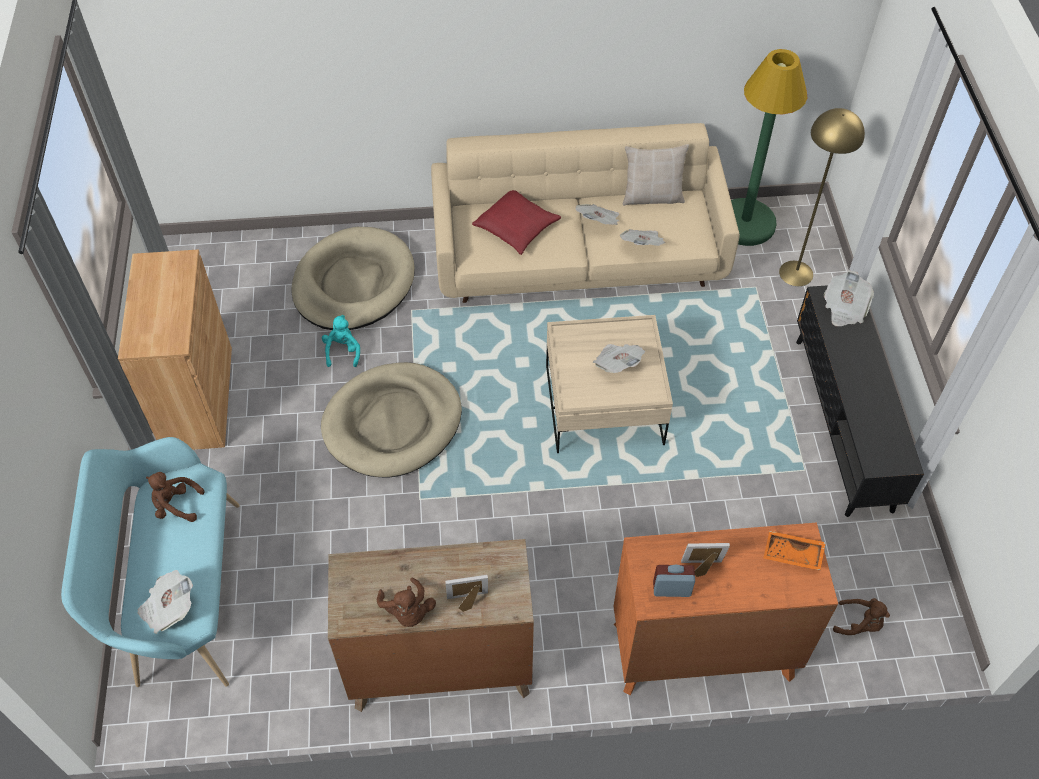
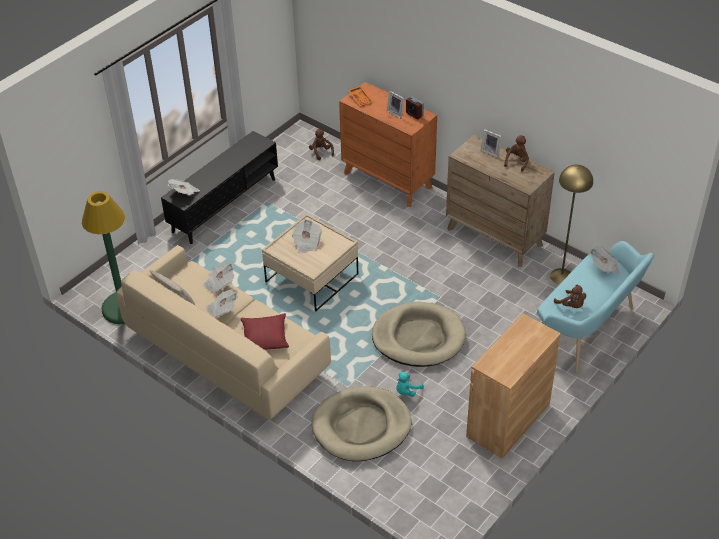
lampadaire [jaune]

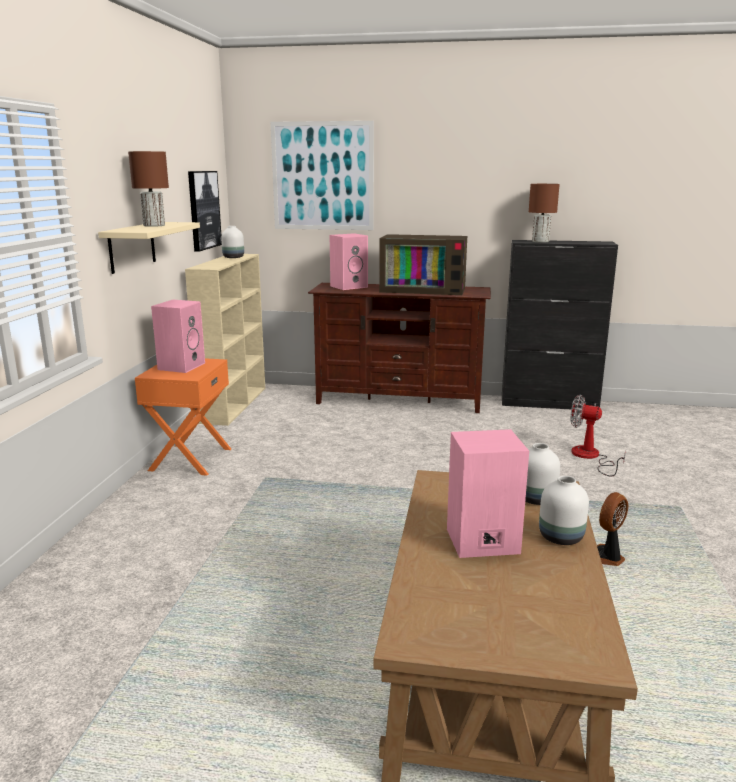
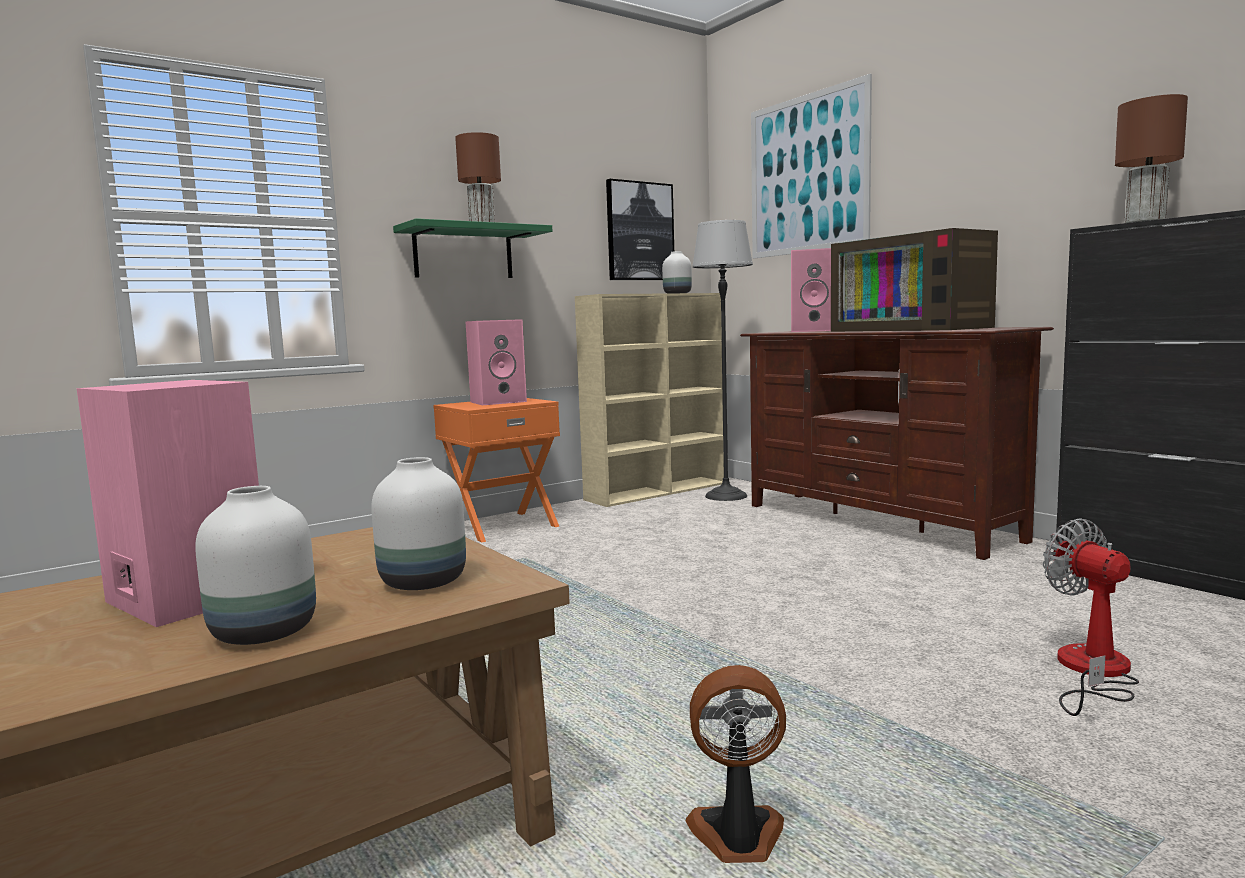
étagère [vert]; lampadaire

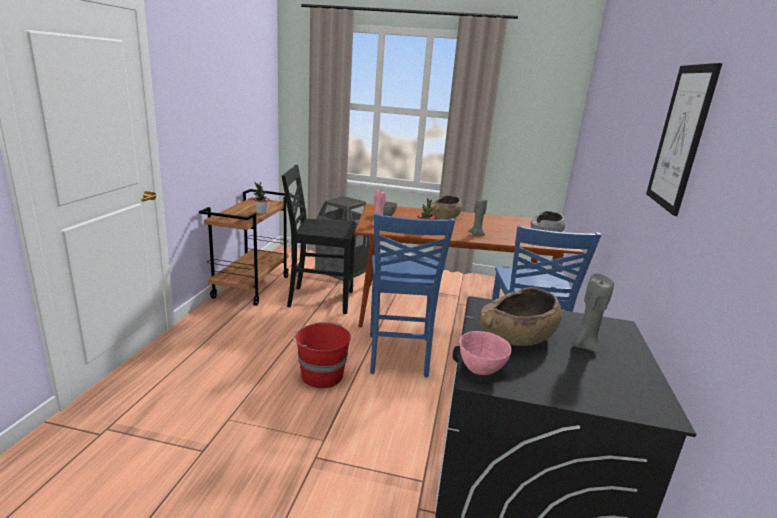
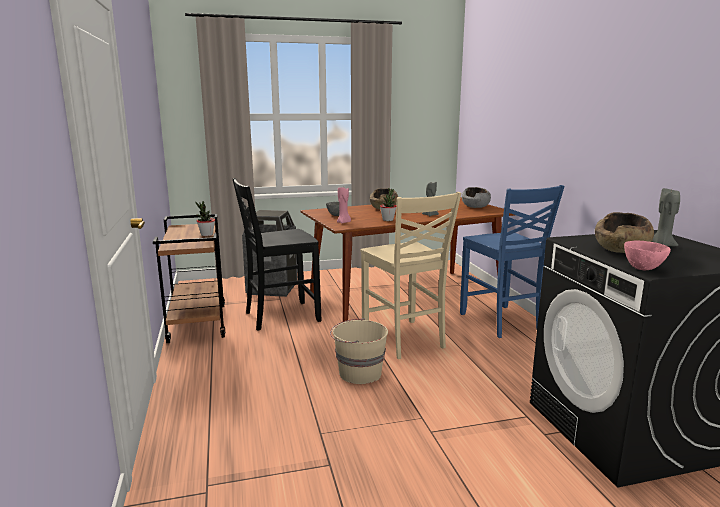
seau [beige]; chaise [beige]; tableau

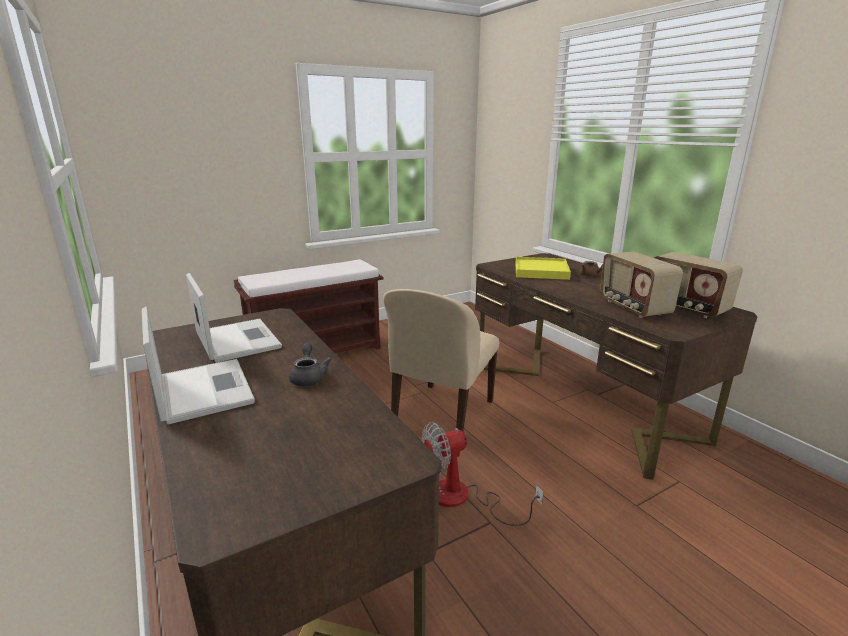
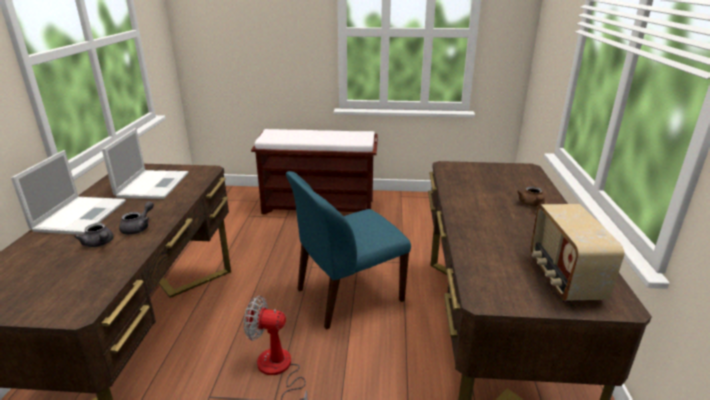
théière [gris] (1st from left); chaise [bleu]; plateau [jaune]; radio (1st from left in the first image)

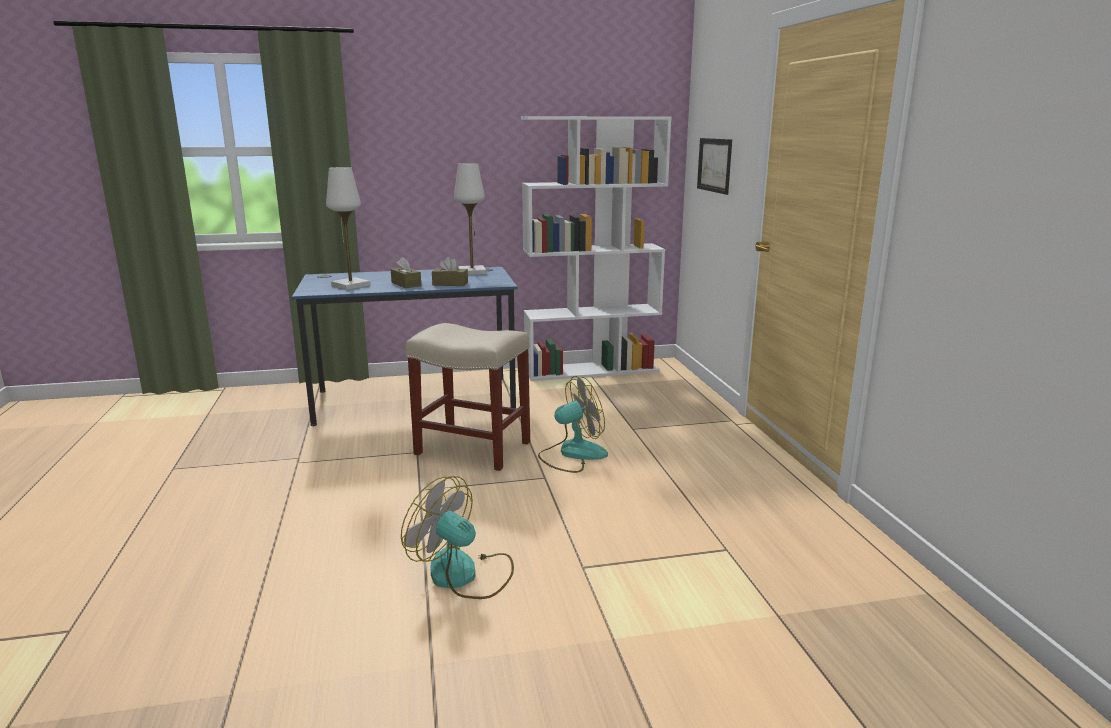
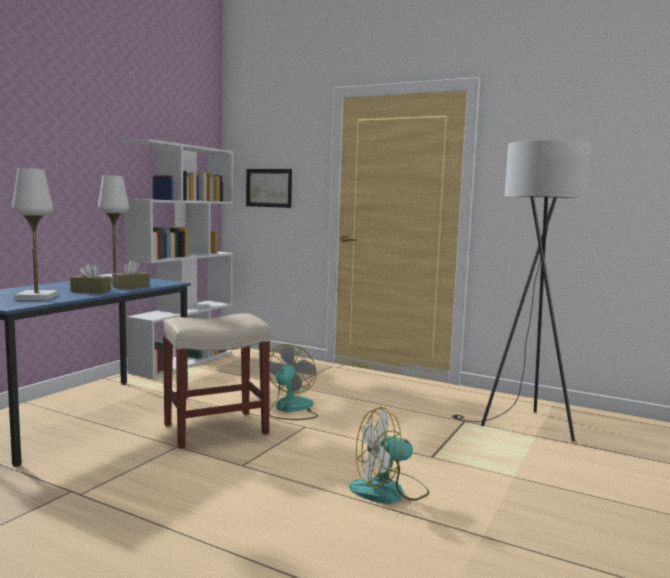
lampadaire [gris]

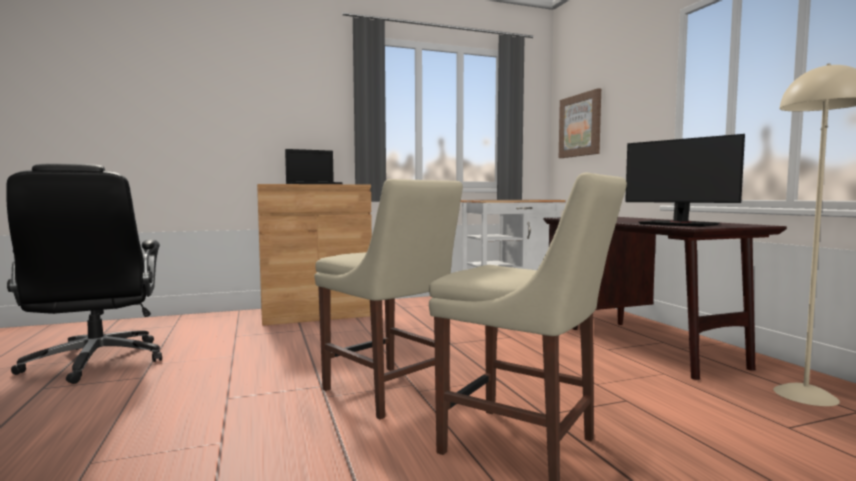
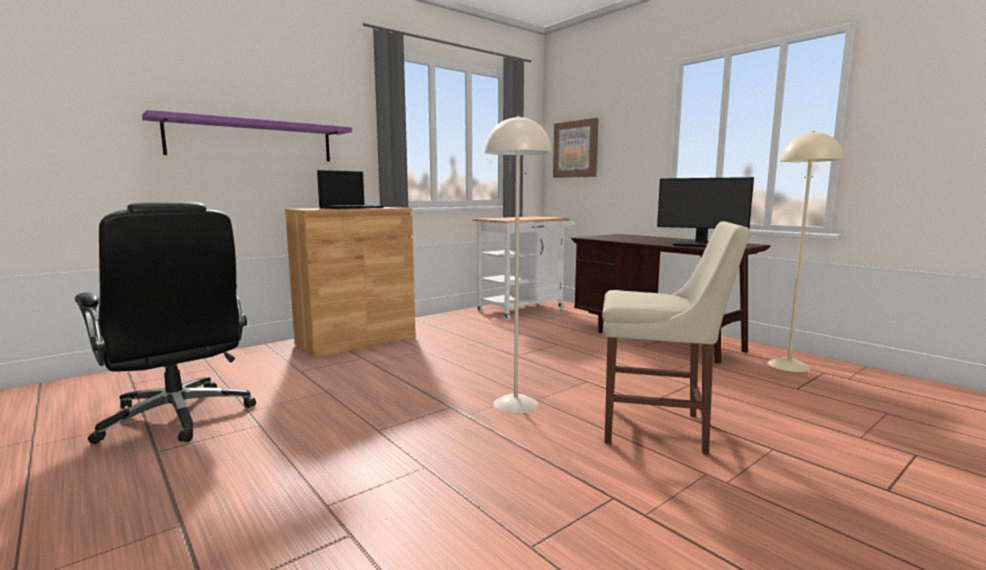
étagère [violet]; lampadaire [beige] (1st from left)

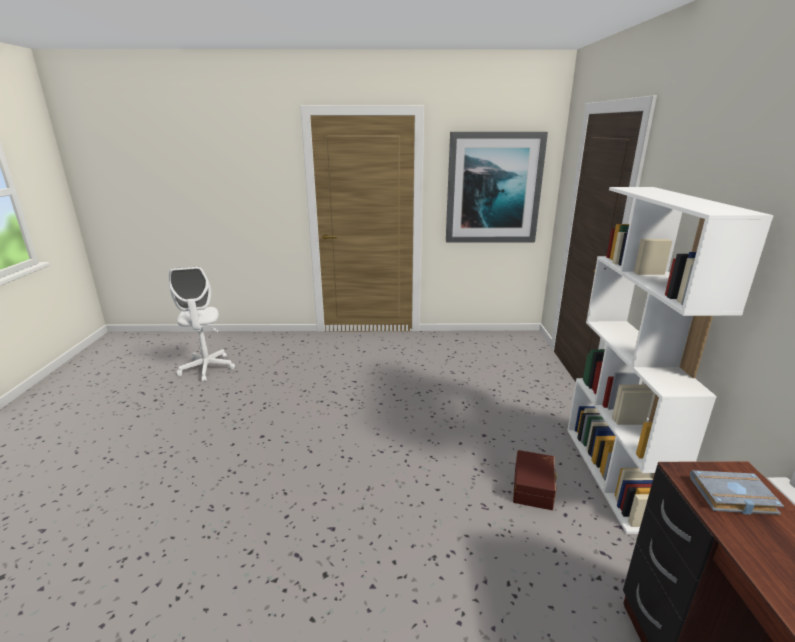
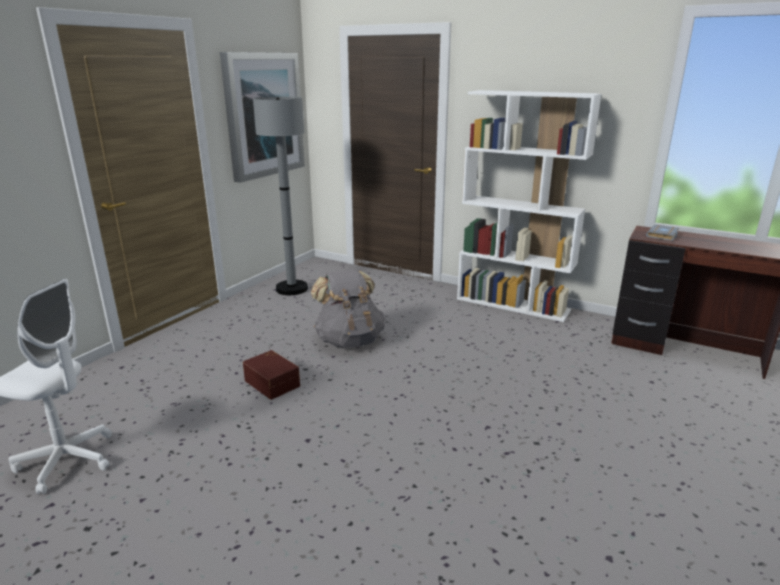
boîte de rangement [marron]; lampadaire [gris]; sac à dos [gris]

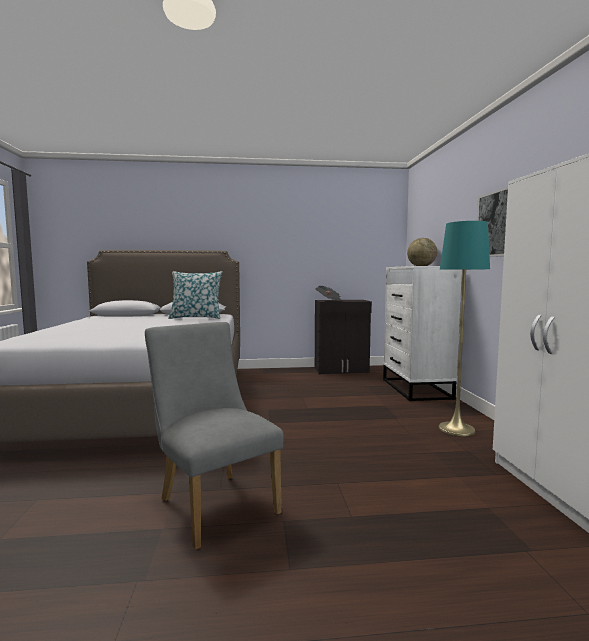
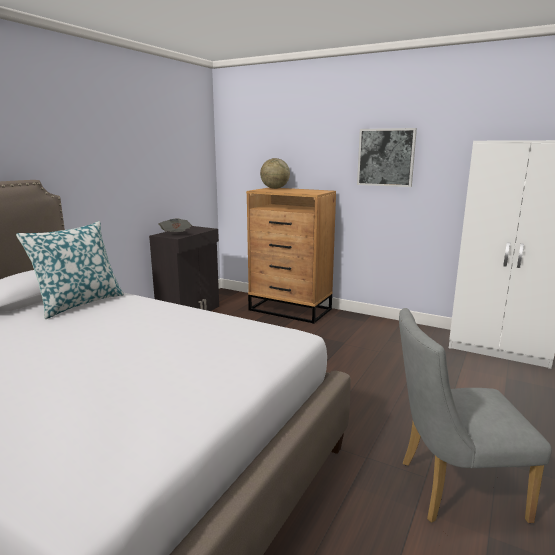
commode [marron]; lampadaire [turquoise]

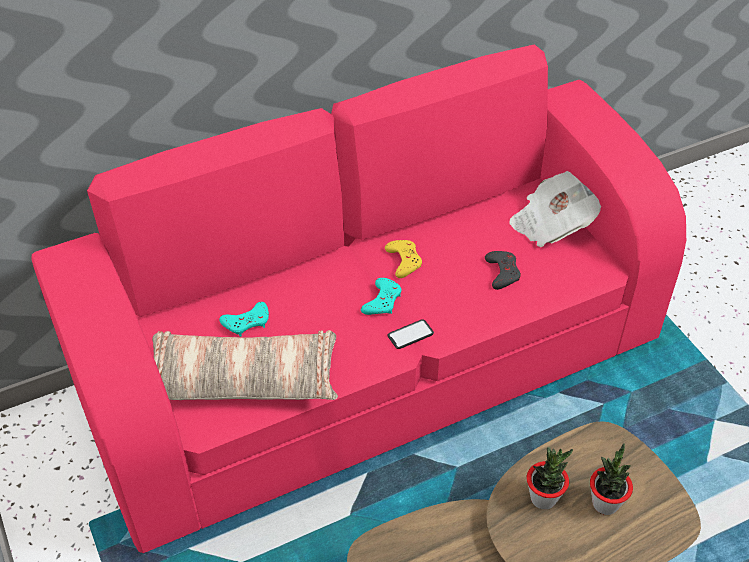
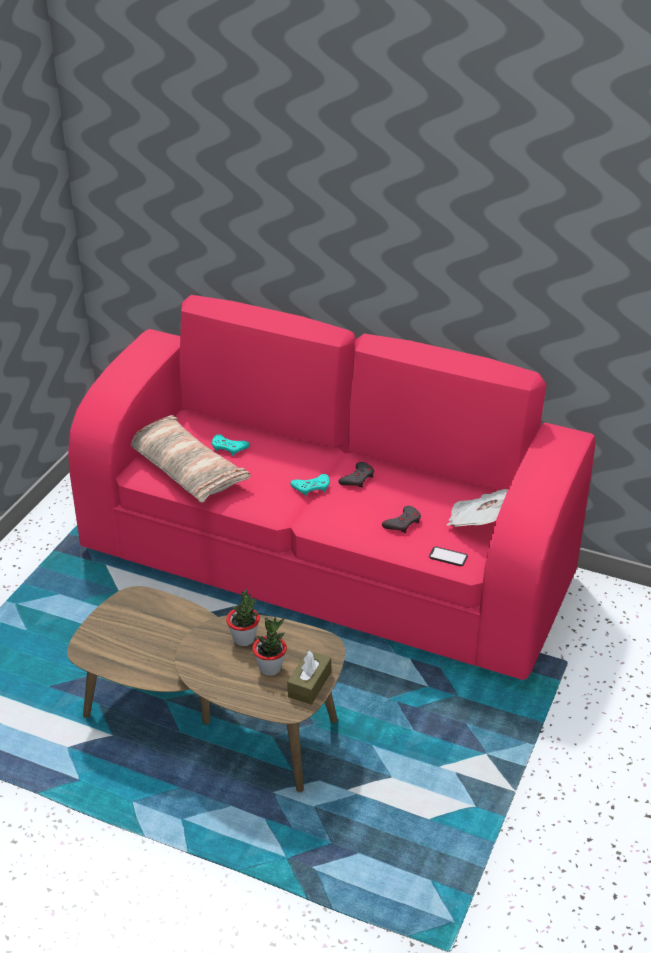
boîte à mouchoirs [marron]; manette [gris] (1st from left); téléphone

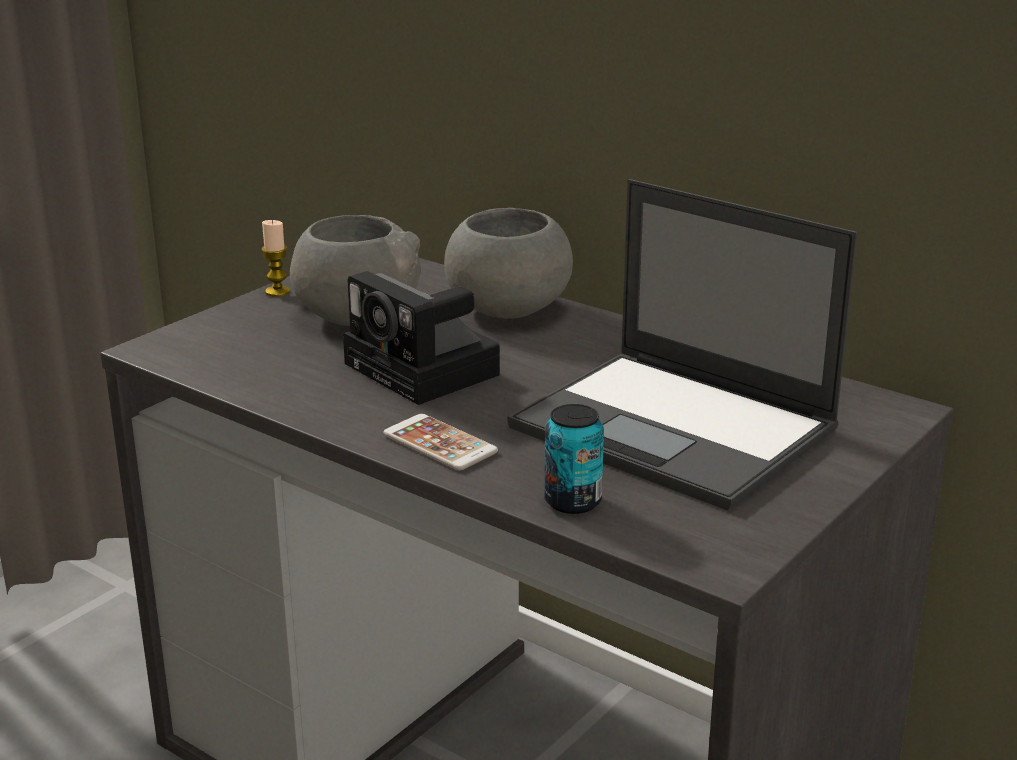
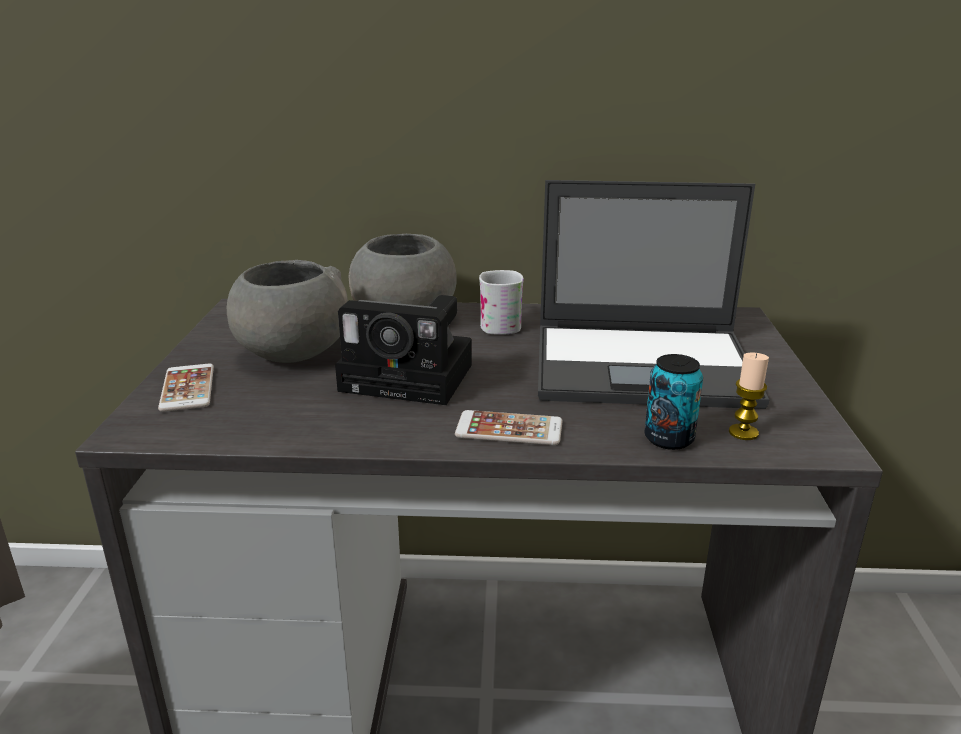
téléphone (1st from left); mug [blanc]; bougie

